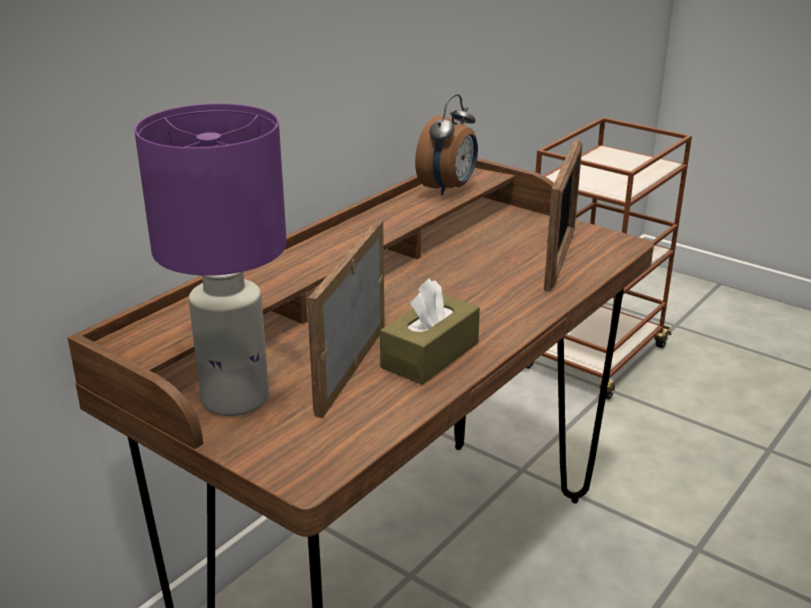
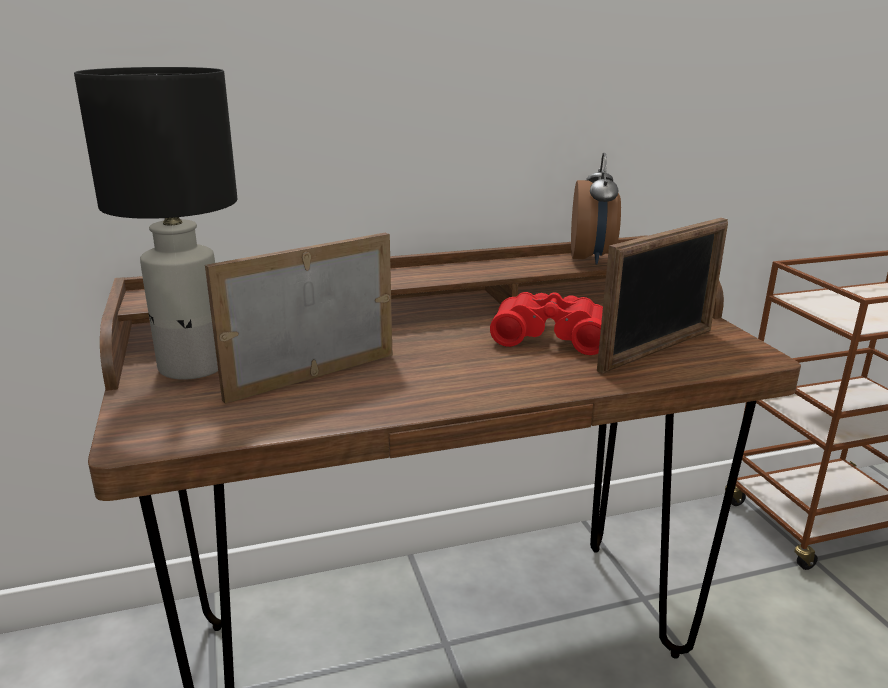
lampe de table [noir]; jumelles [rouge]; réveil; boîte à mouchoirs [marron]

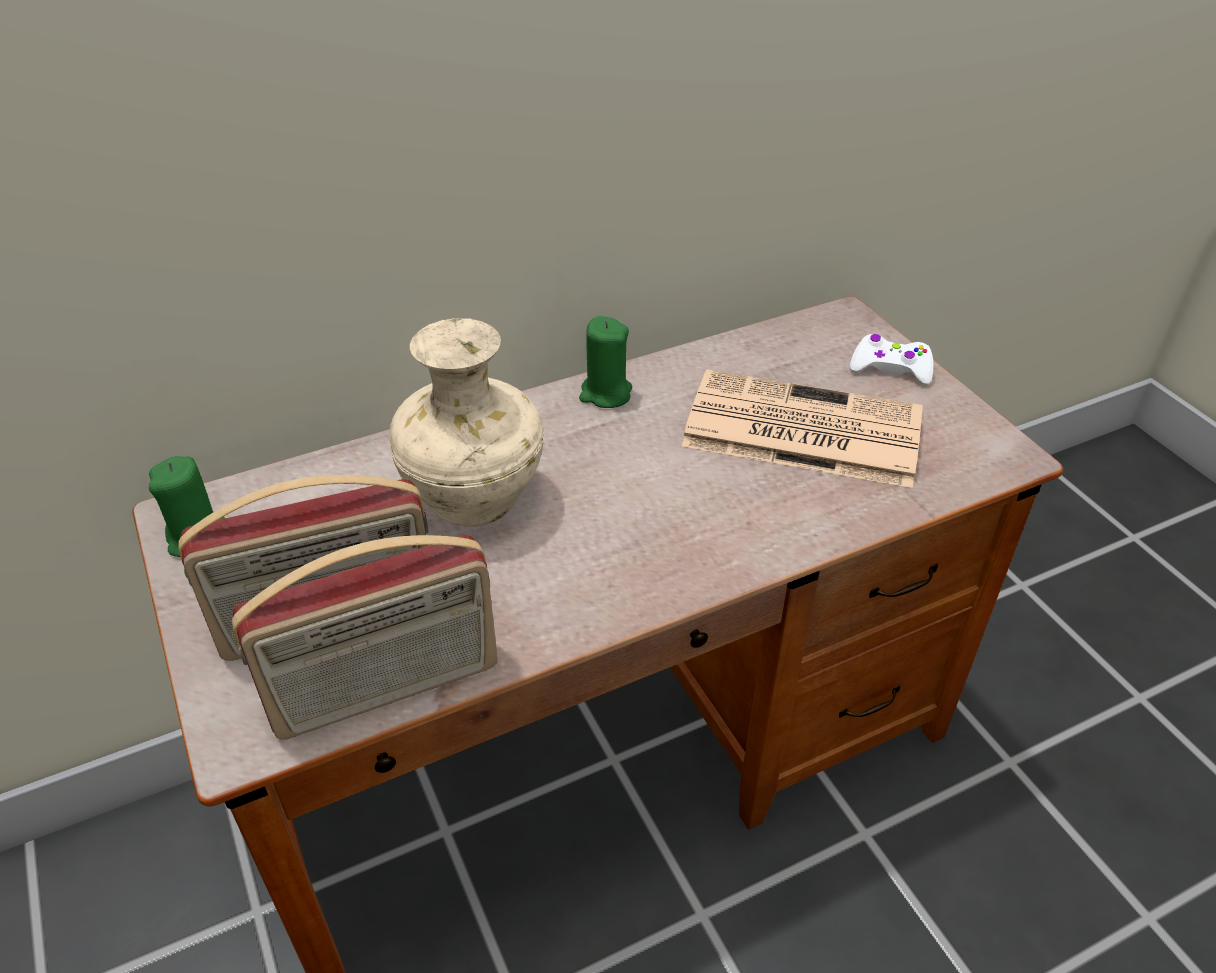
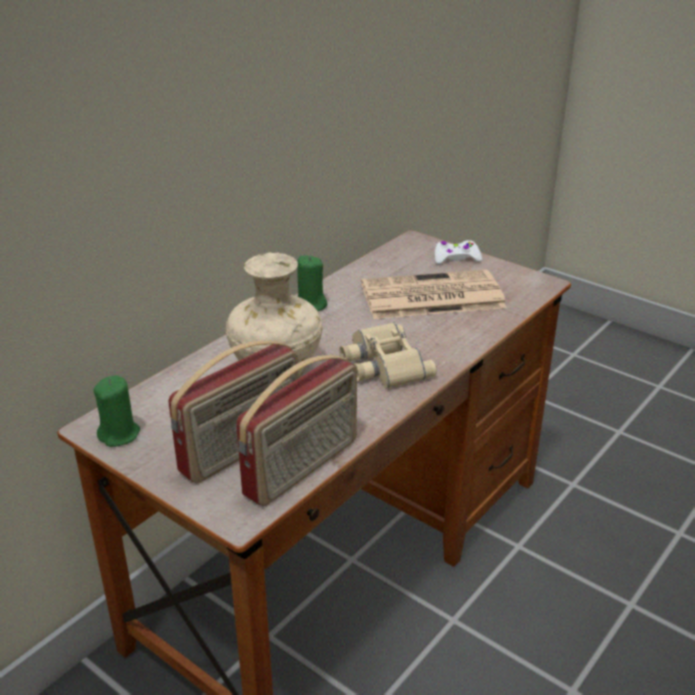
jumelles [beige]

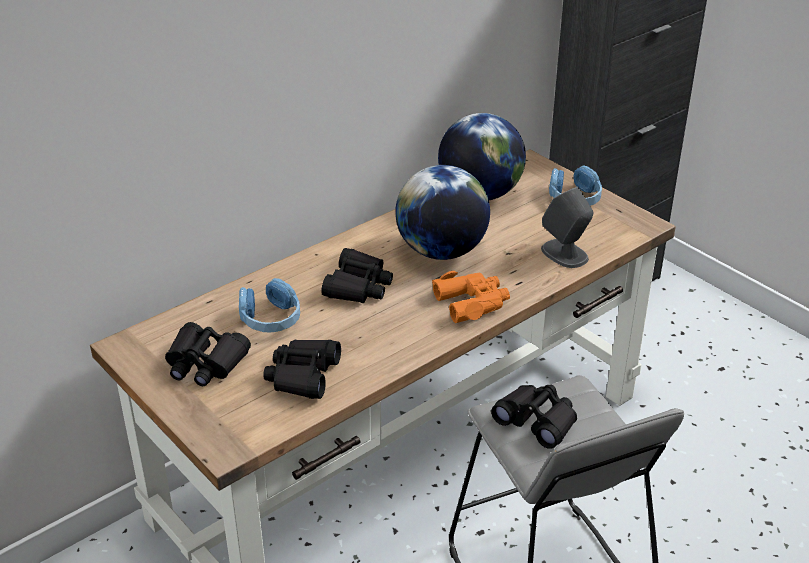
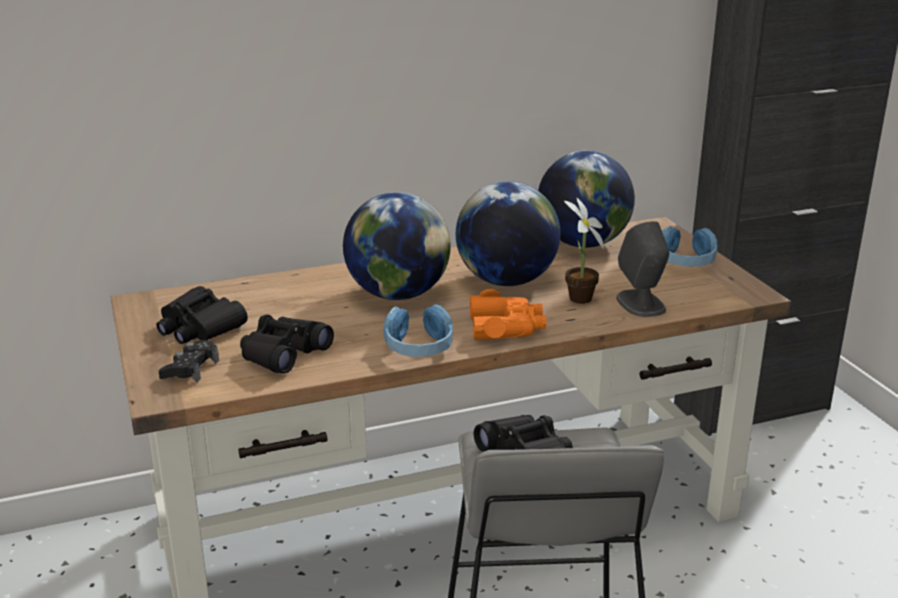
manette [noir]; globe (1st from left); casque audio [bleu] (1st from left); plante en pot

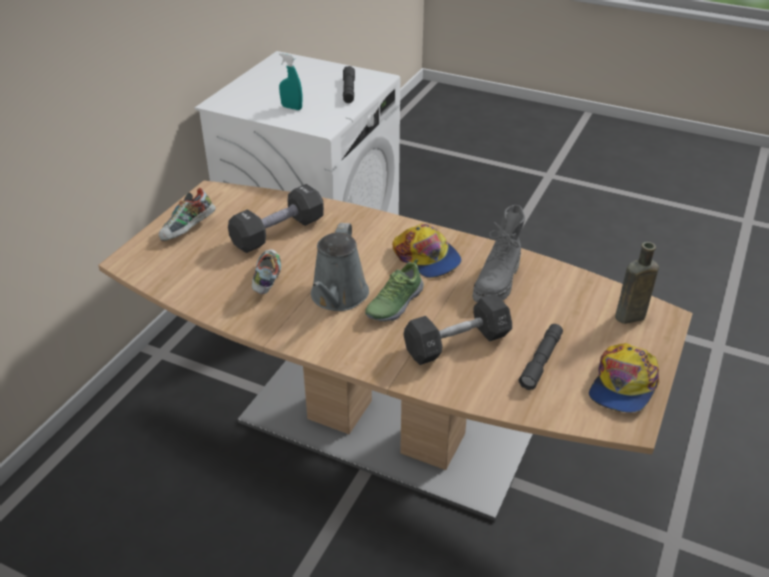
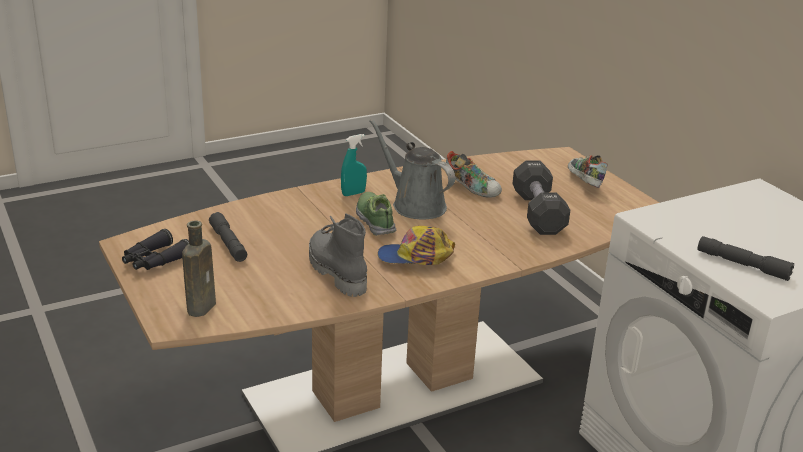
jumelles [noir]; vaporisateur [turquoise]; haltère [noir] (2nd from left in the first image)

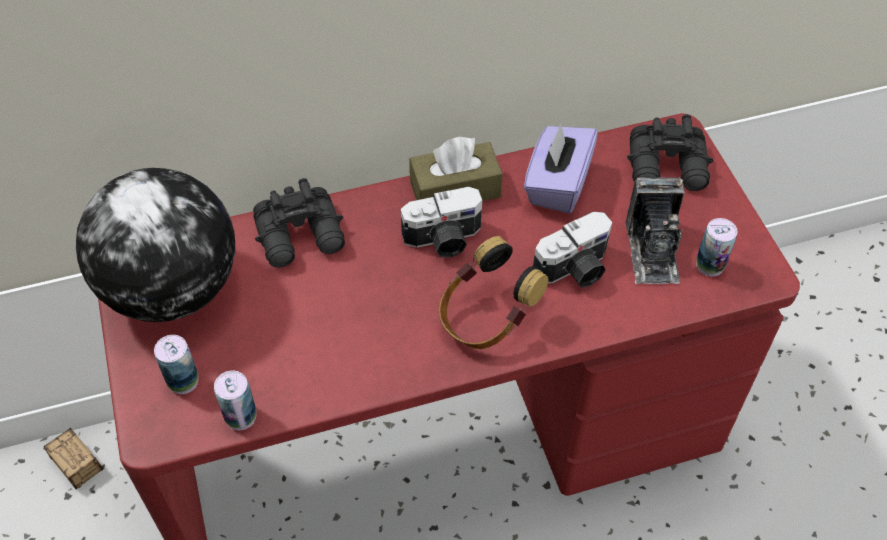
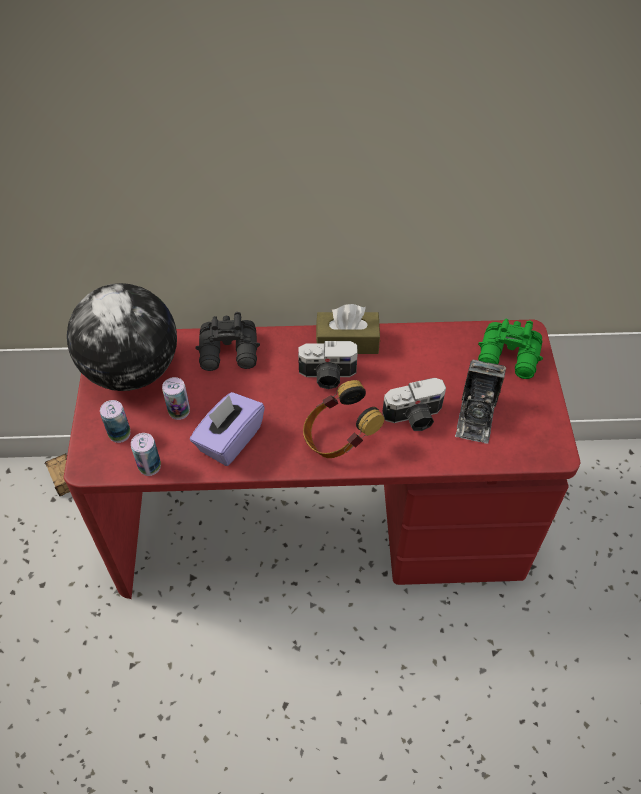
boîte métallique (3rd from left); boîte à mouchoirs [violet]; jumelles [vert]

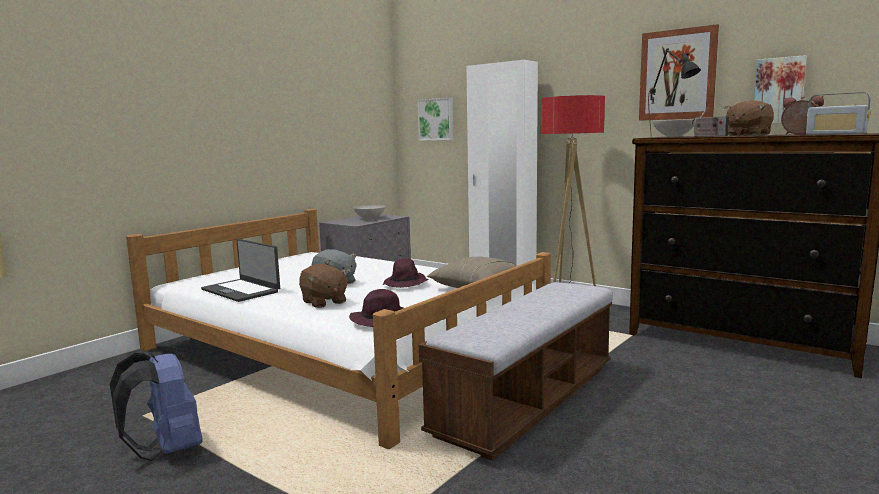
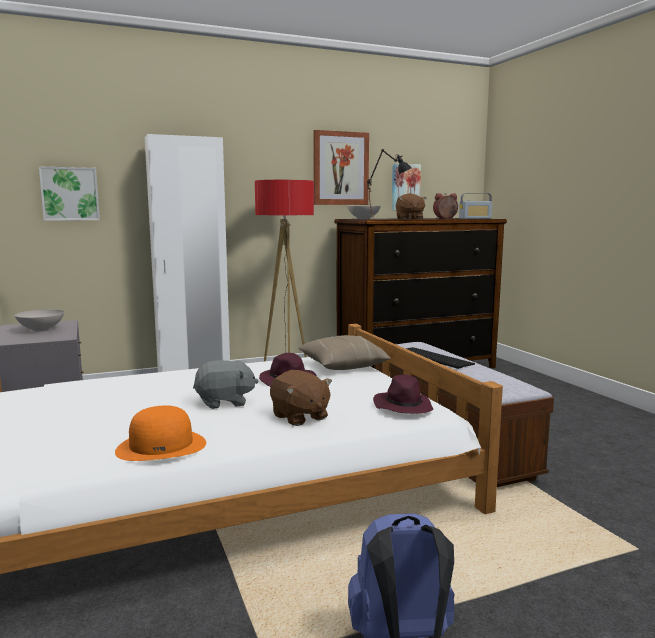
chapeau [orange]; peluche [marron] (1st from left); clavier; radio (1st from left in the first image)

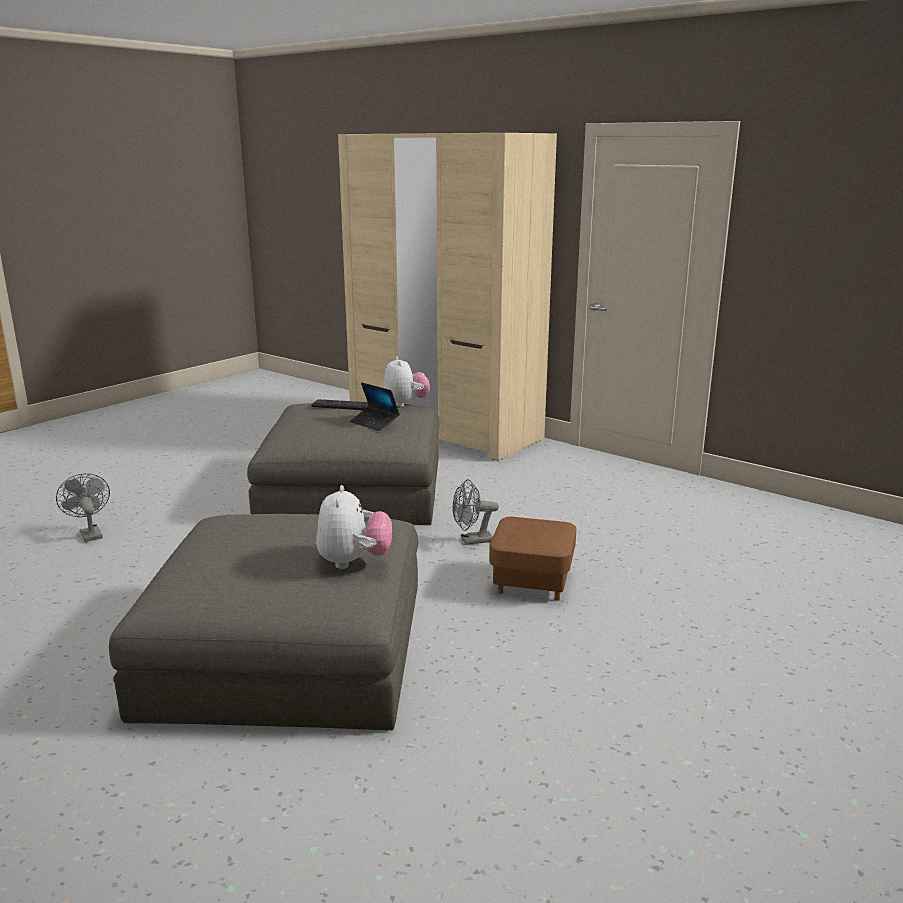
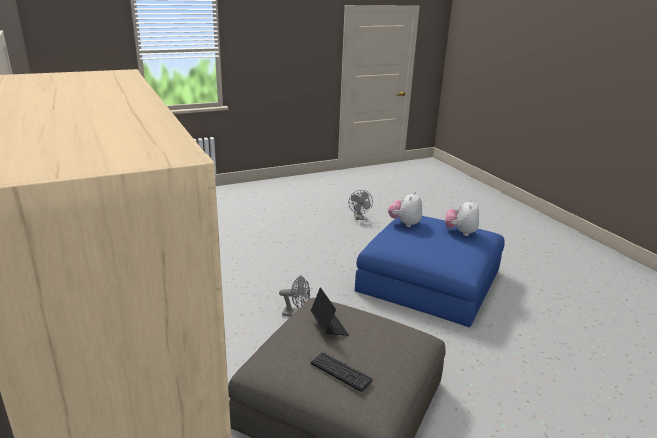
ventilateur [gris] (2nd from left); pouf [bleu]; peluche (2nd from left); pouf [marron]

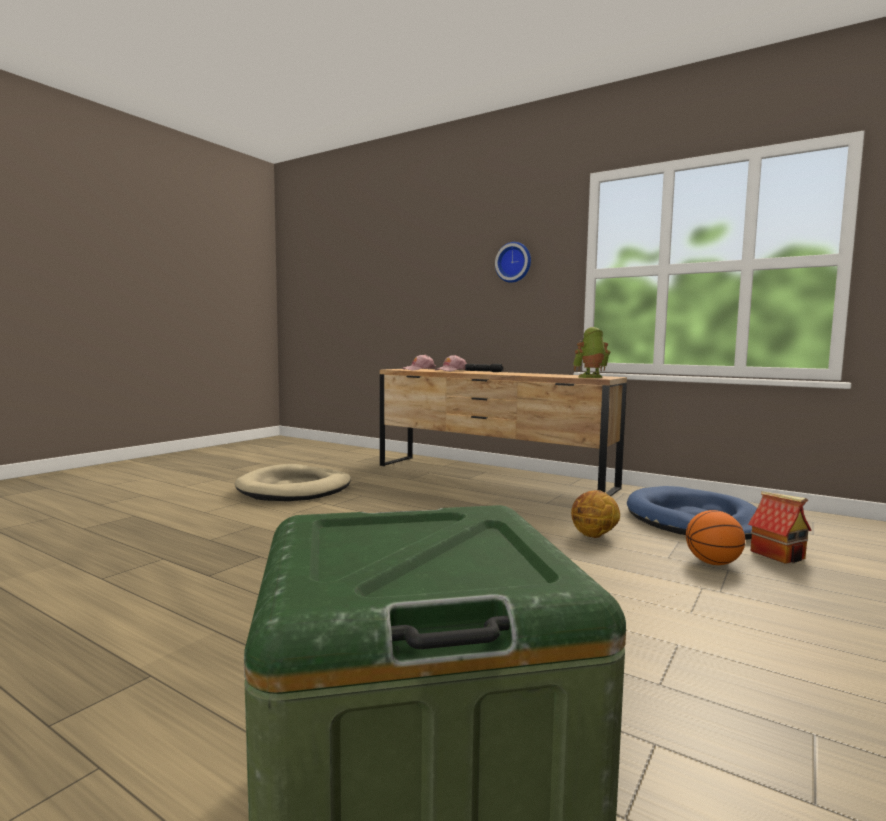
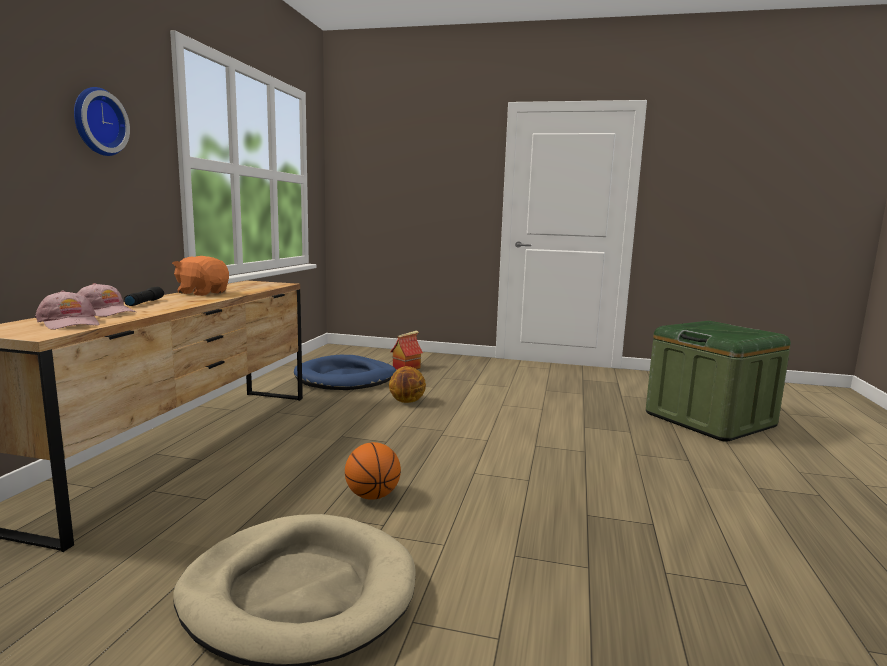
peluche [orange]; ballon de basket (1st from left); robot jouet

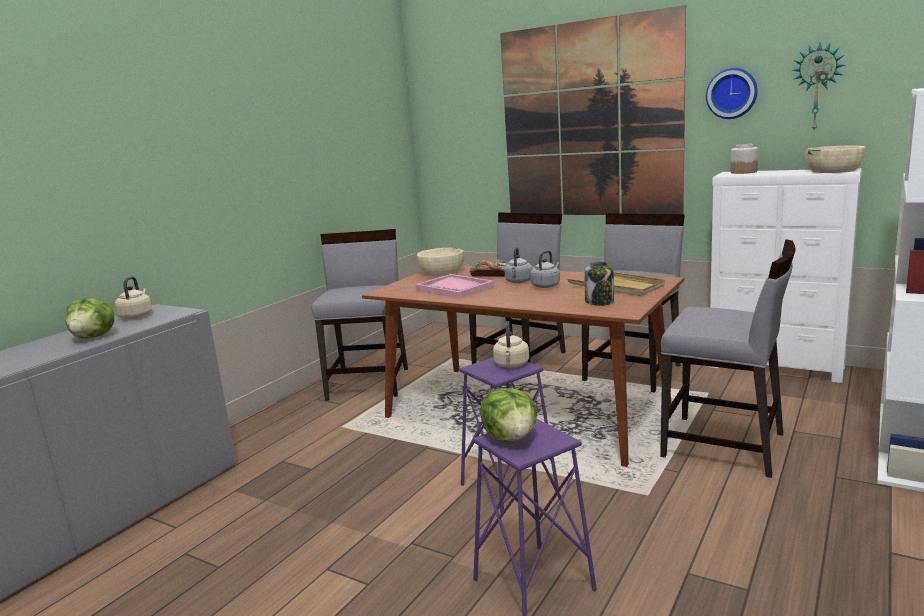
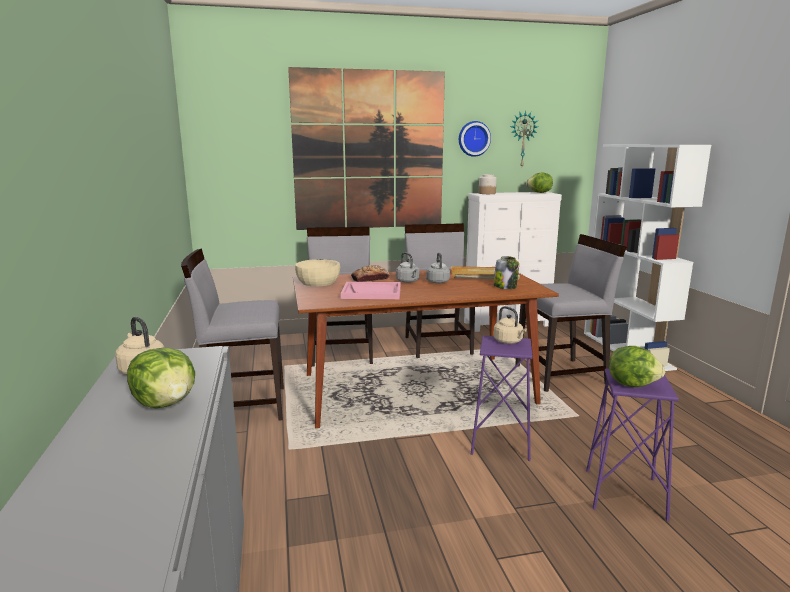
chaise [gris] (1st from left); laitue (2nd from left)

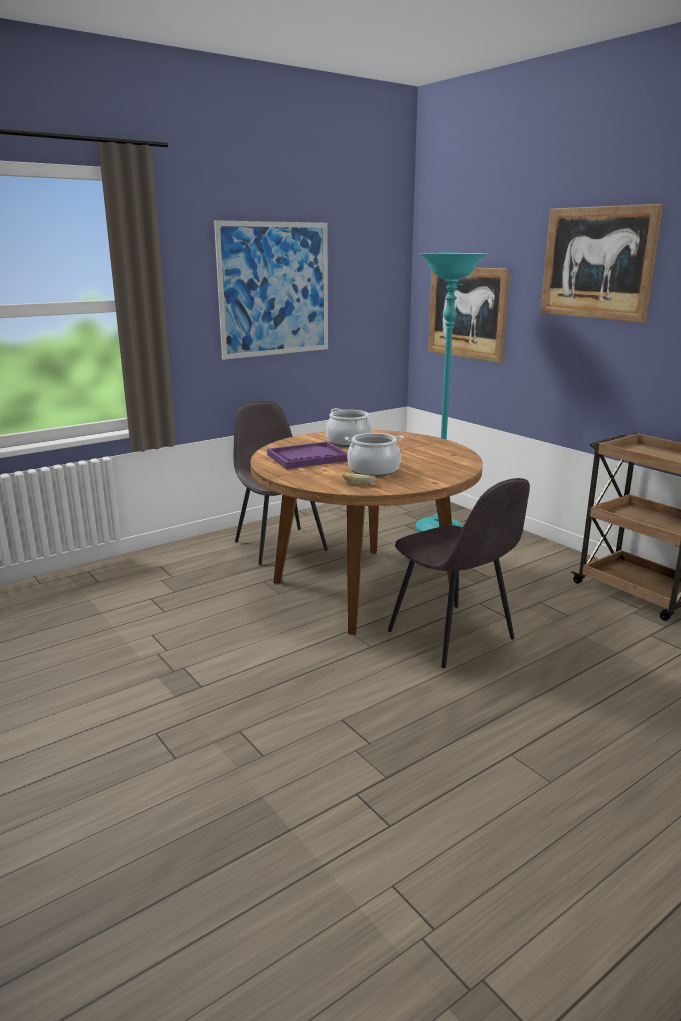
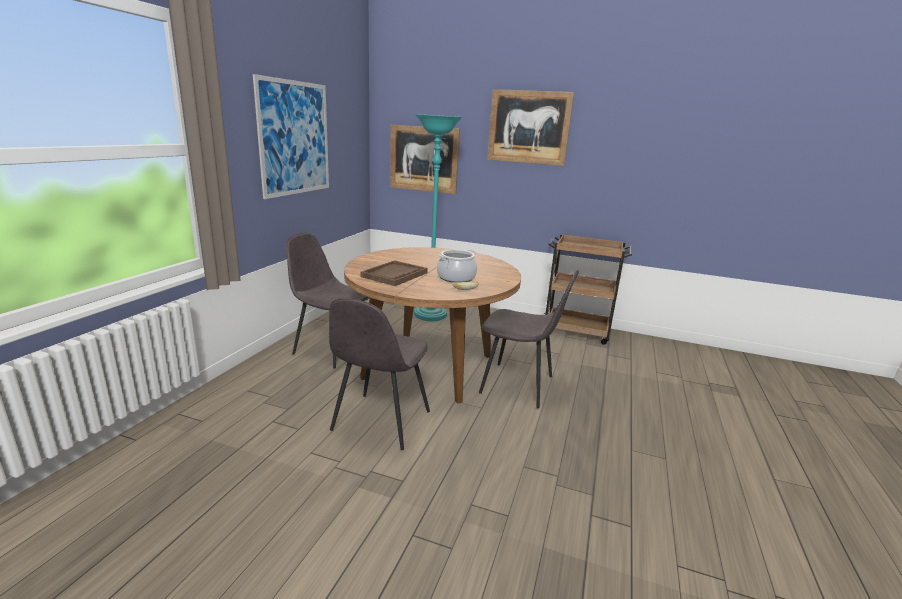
chaise [gris] (2nd from left); plateau [marron]; marmite (1st from left in the first image)

